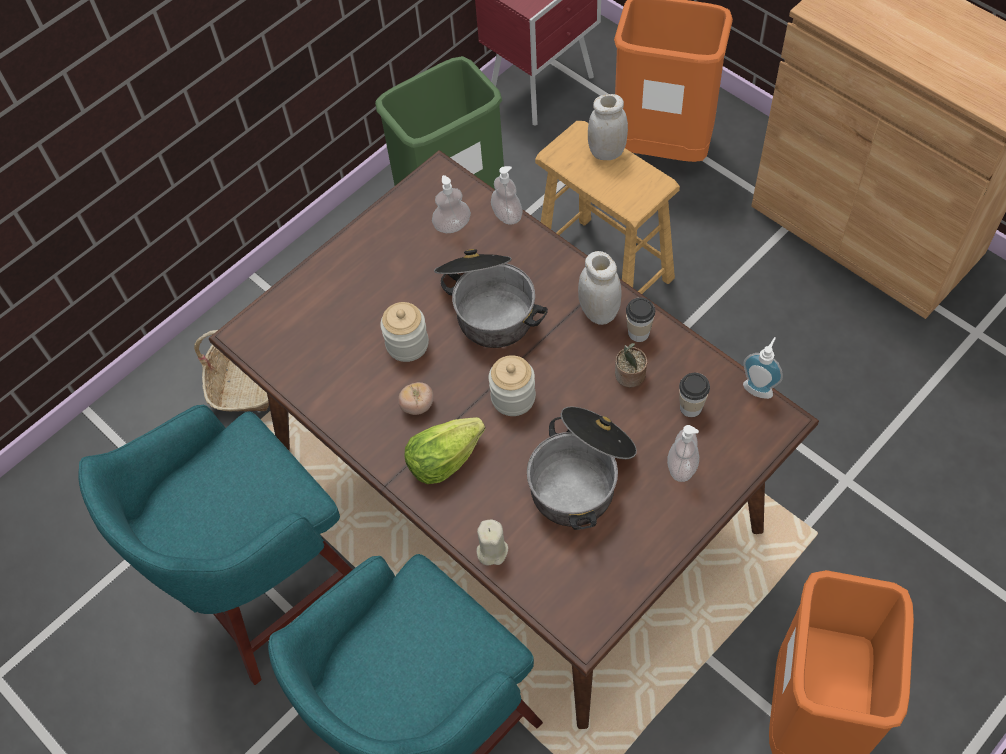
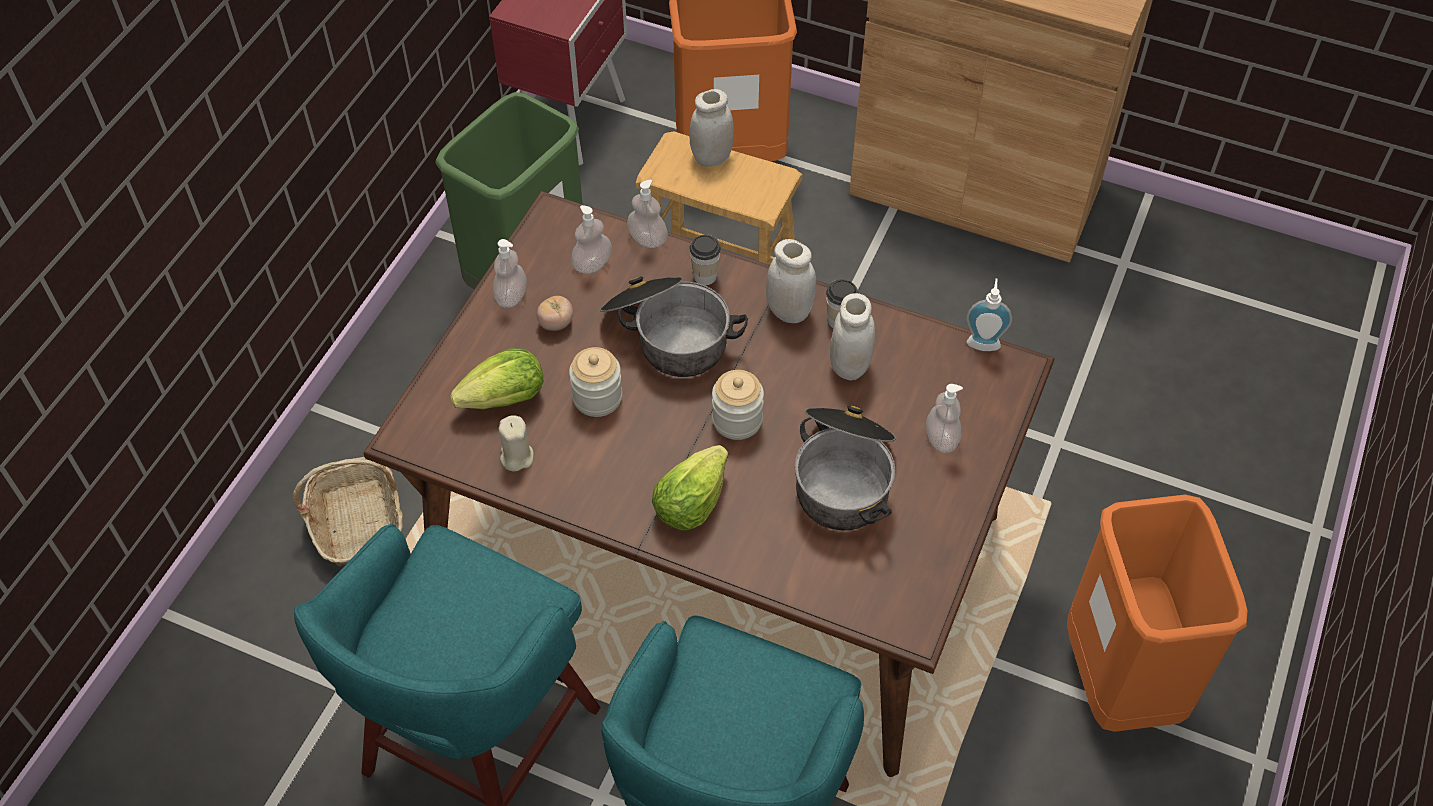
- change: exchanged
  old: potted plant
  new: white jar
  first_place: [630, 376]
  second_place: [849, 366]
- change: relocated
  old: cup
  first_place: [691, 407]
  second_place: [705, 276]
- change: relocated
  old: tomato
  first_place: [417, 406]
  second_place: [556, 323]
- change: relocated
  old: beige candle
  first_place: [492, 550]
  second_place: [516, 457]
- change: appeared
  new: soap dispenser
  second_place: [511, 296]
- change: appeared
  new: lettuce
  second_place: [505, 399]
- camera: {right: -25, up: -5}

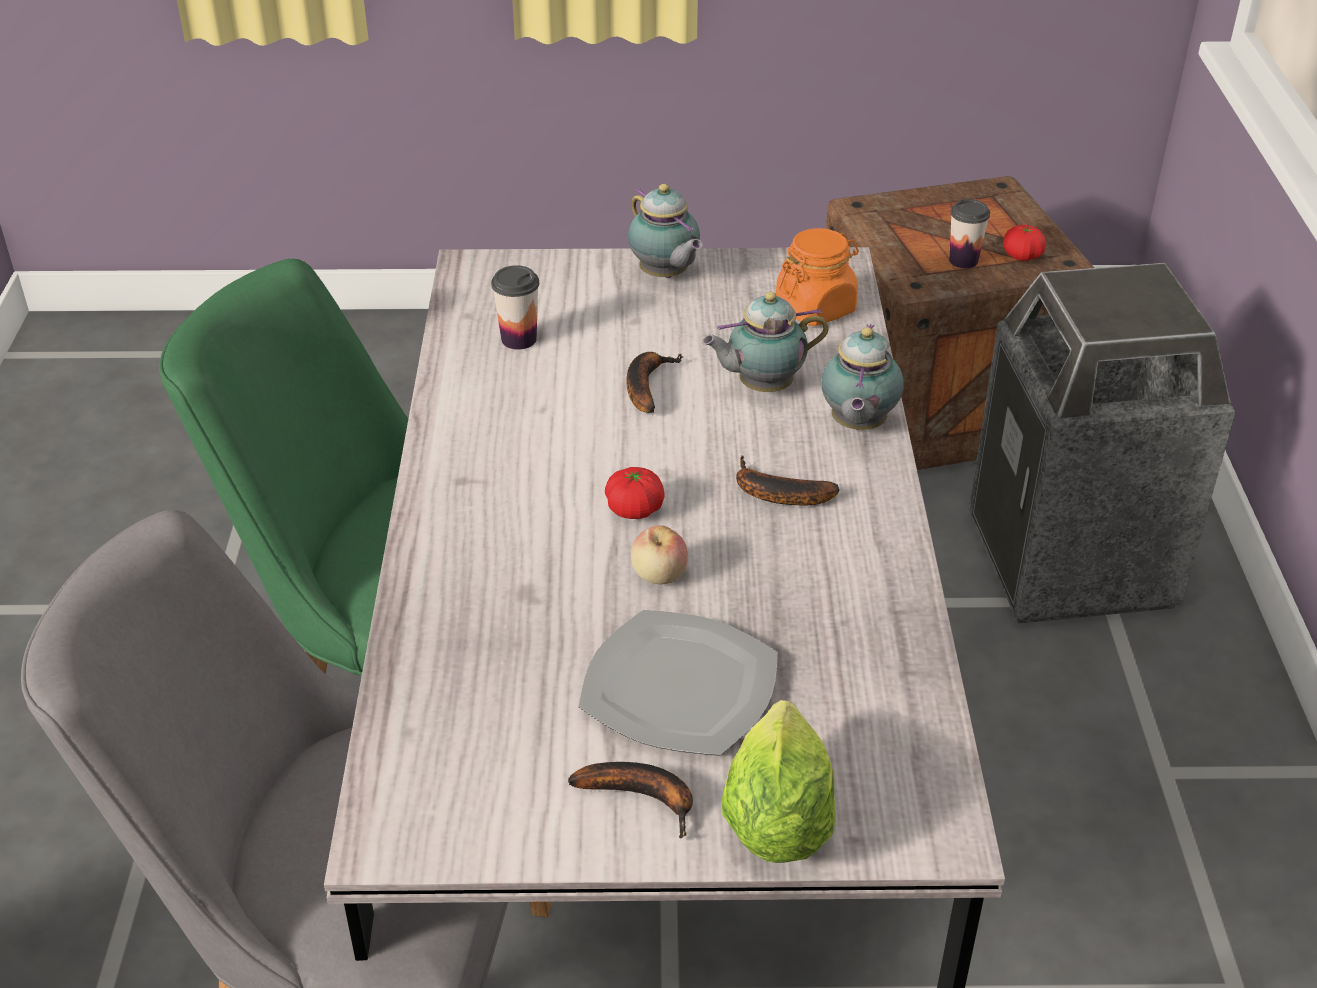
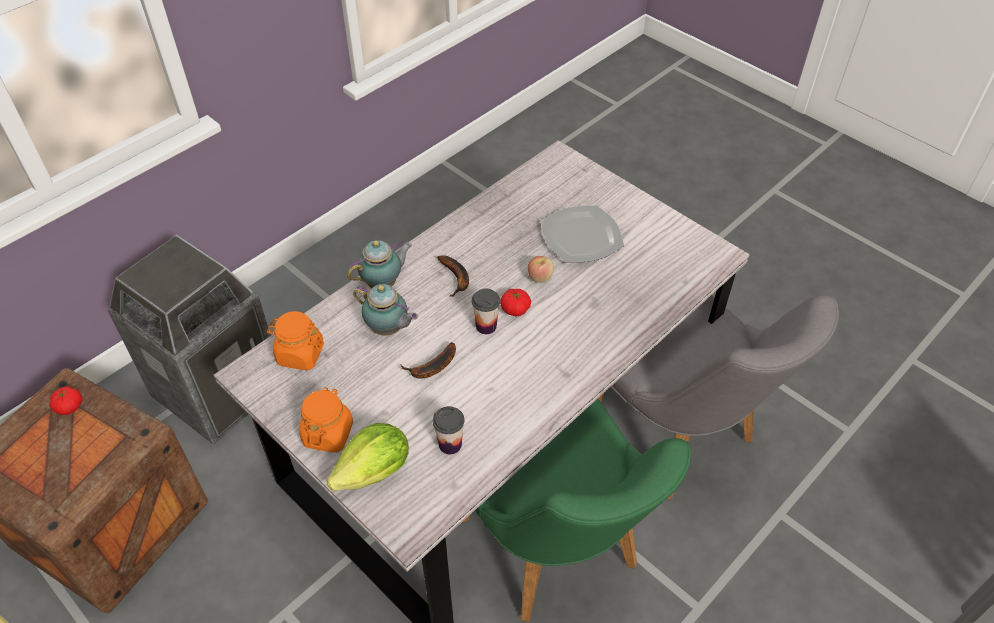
- change: exchanged
  old: teapot
  new: orange jar
  first_place: [665, 276]
  second_place: [328, 433]
- change: relocated
  old: cup
  first_place: [963, 260]
  second_place: [486, 326]
- change: relocated
  old: lettuce
  first_place: [776, 821]
  second_place: [375, 472]
- change: missing
  old: banana
  first_place: [644, 797]
- camera: {right: -135, up: 10}

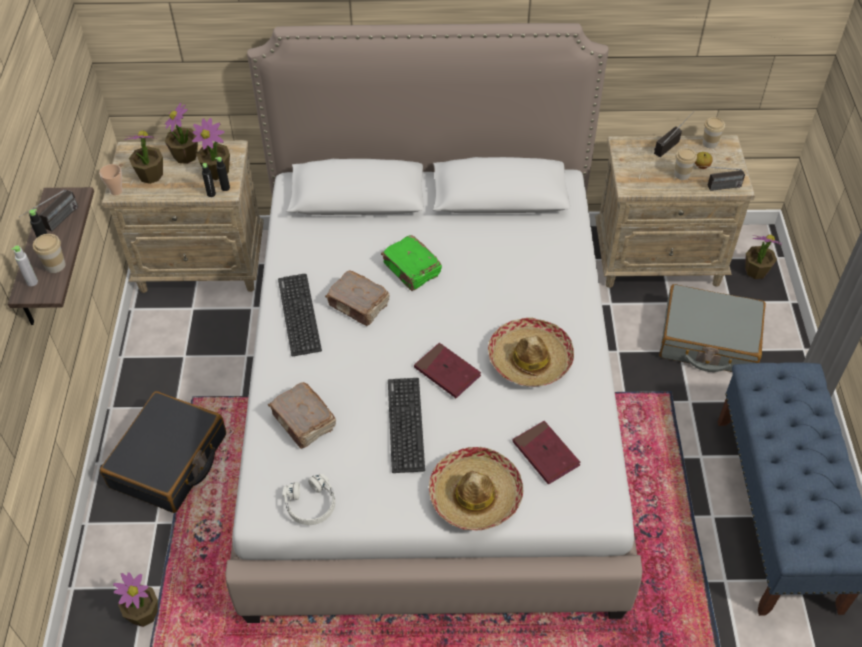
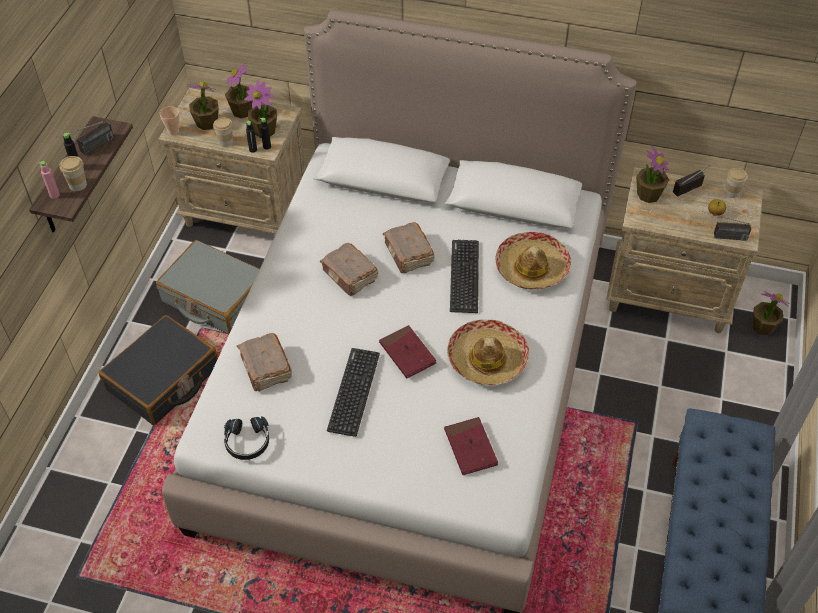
- change: relocated
  old: cup
  first_place: [682, 174]
  second_place: [225, 142]
- change: colour
  old: green book
  new: brown book
  first_place: [412, 270]
  second_place: [408, 254]
- change: colour
  old: grey bottle
  new: pink bottle
  first_place: [32, 282]
  second_place: [54, 195]
- change: relocated
  old: keyboard
  first_place: [299, 314]
  second_place: [464, 276]
- change: relocated
  old: grey suitcase
  first_place: [708, 340]
  second_place: [214, 297]
- change: relocated
  old: hat
  first_place: [475, 495]
  second_place: [531, 268]
- change: colour
  old: white headphones
  new: black headphones
  first_place: [311, 505]
  second_place: [247, 442]
- change: relocated
  old: potted plant
  first_place: [143, 613]
  second_place: [648, 194]
- camera: {right: 15, up: 0}

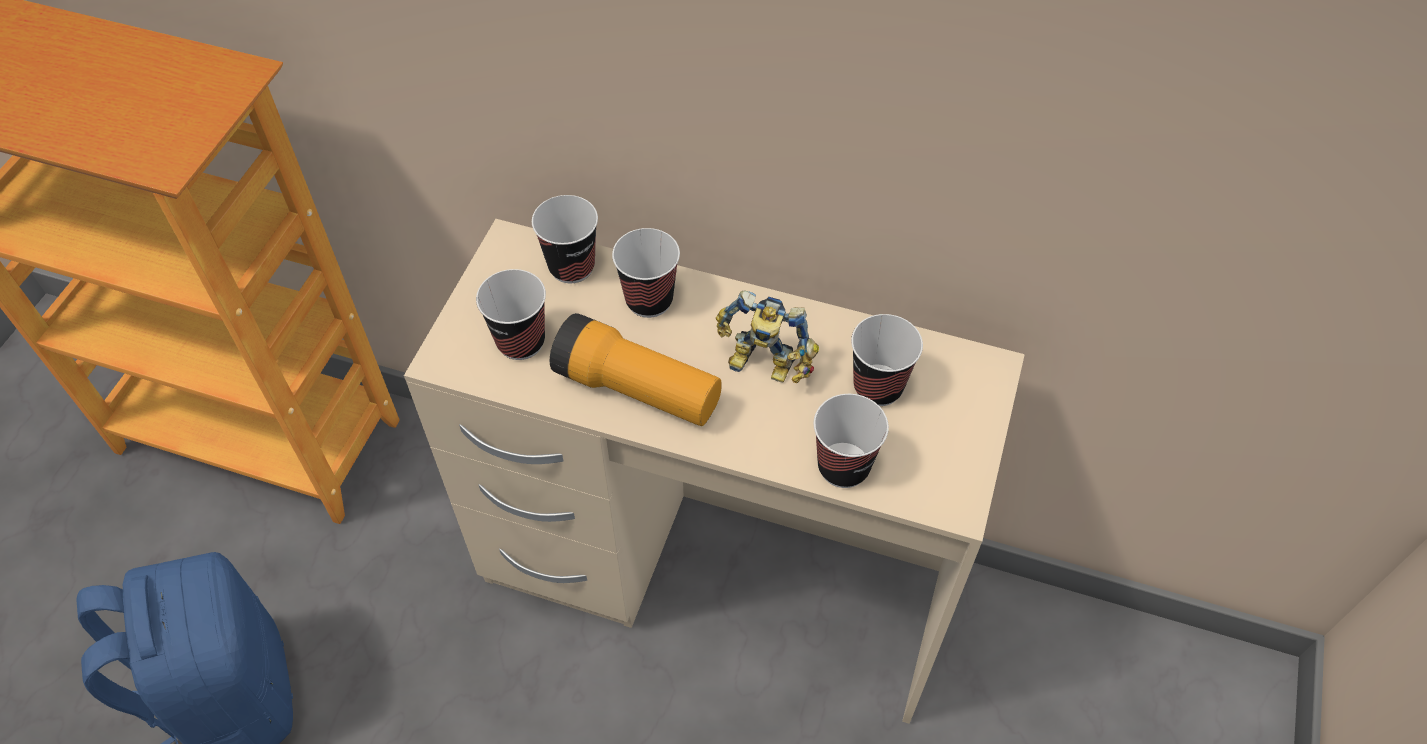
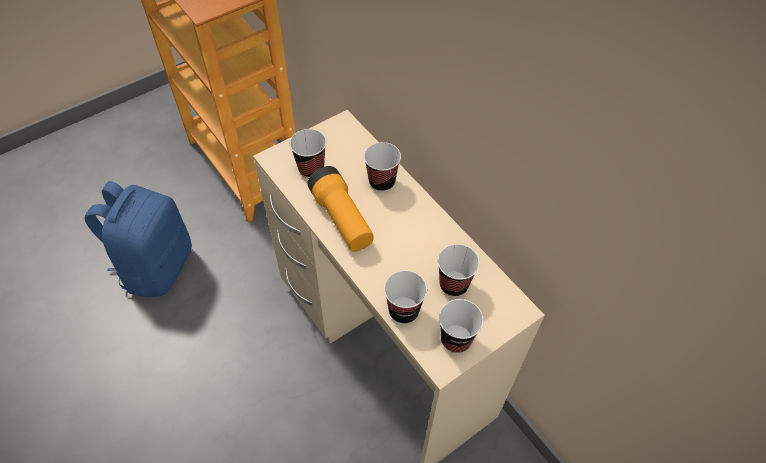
- change: relocated
  old: cup
  first_place: [571, 266]
  second_place: [456, 340]
- change: missing
  old: toy robot
  first_place: [762, 367]
- camera: {right: 35, up: 0}

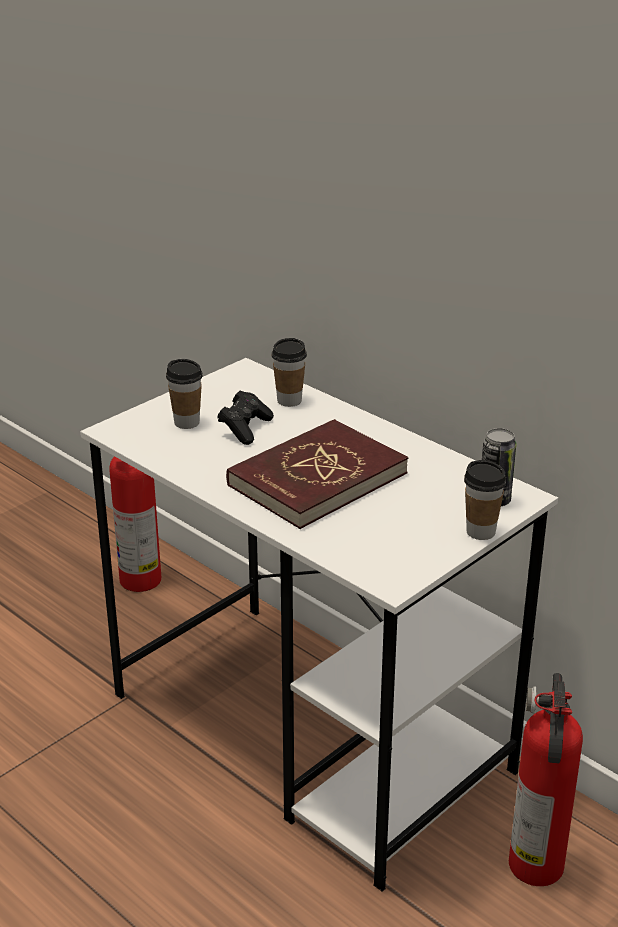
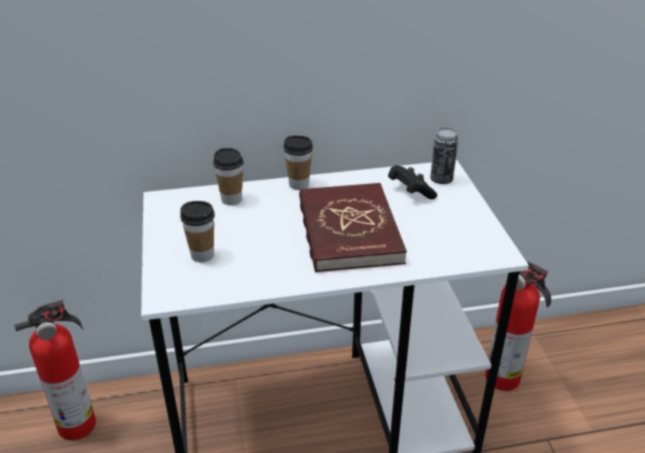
- change: relocated
  old: black game controller
  first_place: [245, 429]
  second_place: [410, 191]
- change: relocated
  old: cup
  first_place: [480, 532]
  second_place: [299, 184]
- camera: {right: -55, up: 5}

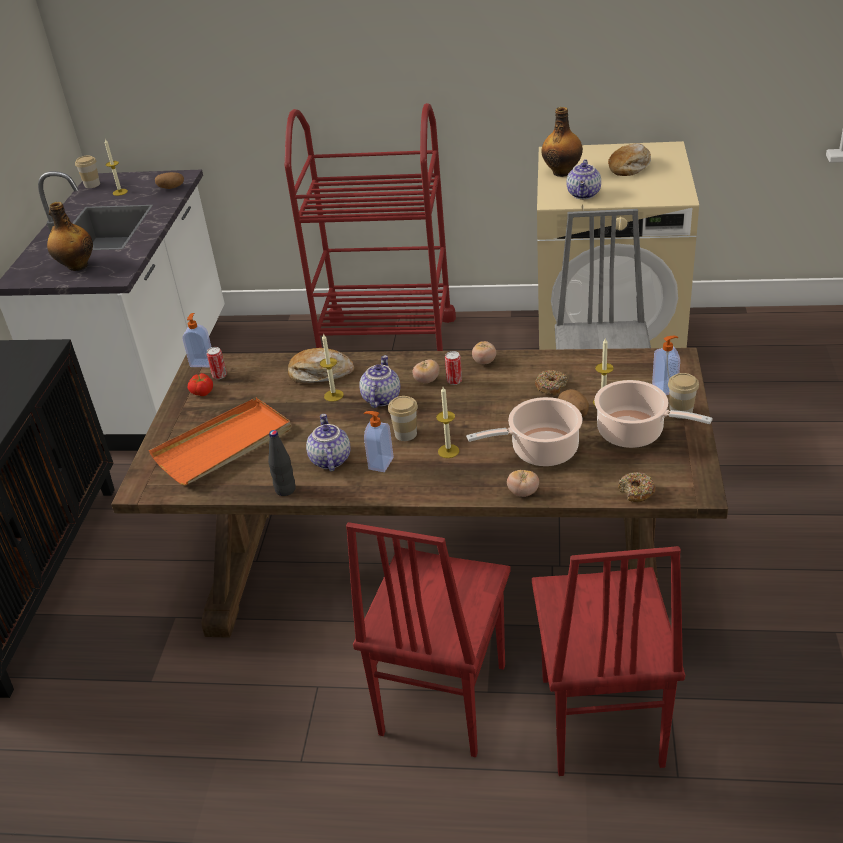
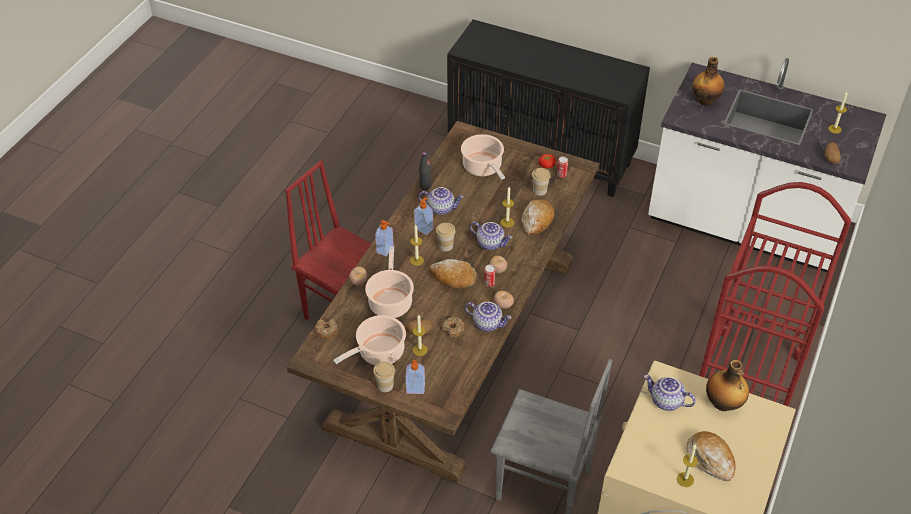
- change: relocated
  old: cup
  first_place: [92, 184]
  second_place: [539, 190]
- change: relocated
  old: soap dispenser
  first_place: [202, 362]
  second_place: [385, 250]
- change: exchanged
  old: orange tray
  new: cooking pot
  first_place: [224, 445]
  second_place: [483, 167]
- change: missing
  old: red chair
  first_place: [598, 722]
- change: appeared
  new: bread
  second_place: [453, 277]
- change: appeared
  new: teapot
  second_place: [488, 323]
- change: appeared
  new: candle
  second_place: [685, 479]
- camera: {right: 105, up: 10}

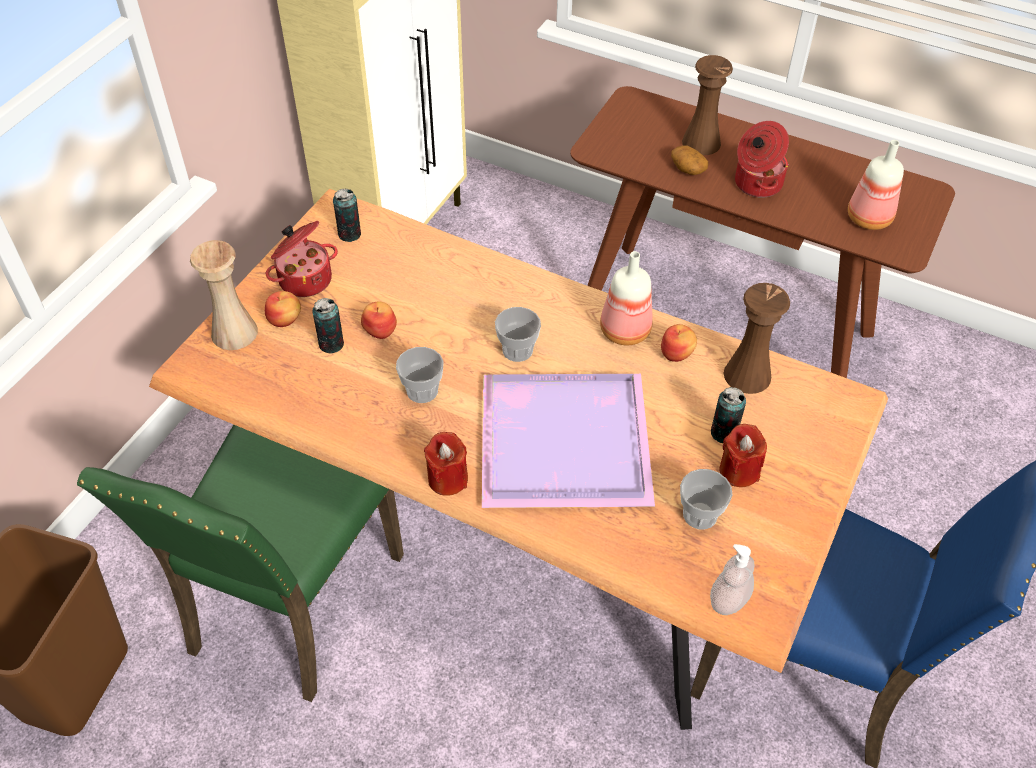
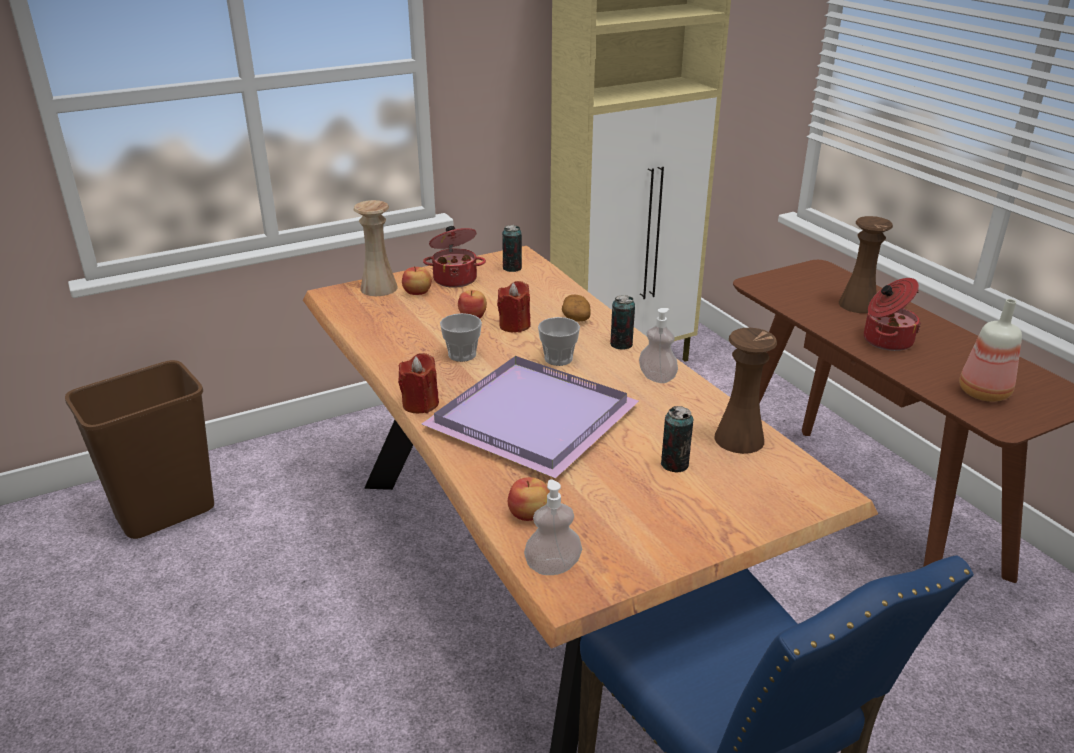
- change: relocated
  old: potato
  first_place: [687, 169]
  second_place: [575, 317]
- change: exchanged
  old: bottle
  new: soap dispenser
  first_place: [623, 331]
  second_place: [657, 377]
- change: relocated
  old: can
  first_place: [331, 344]
  second_place: [621, 344]
- change: relocated
  old: apple
  first_place: [677, 353]
  second_place: [530, 514]
- change: relocated
  old: red candle
  first_place: [739, 471]
  second_place: [514, 325]
- change: missing
  old: green chair
  first_place: [290, 605]
- change: missing
  old: cup
  first_place: [700, 515]
- camera: {right: 35, up: -20}

